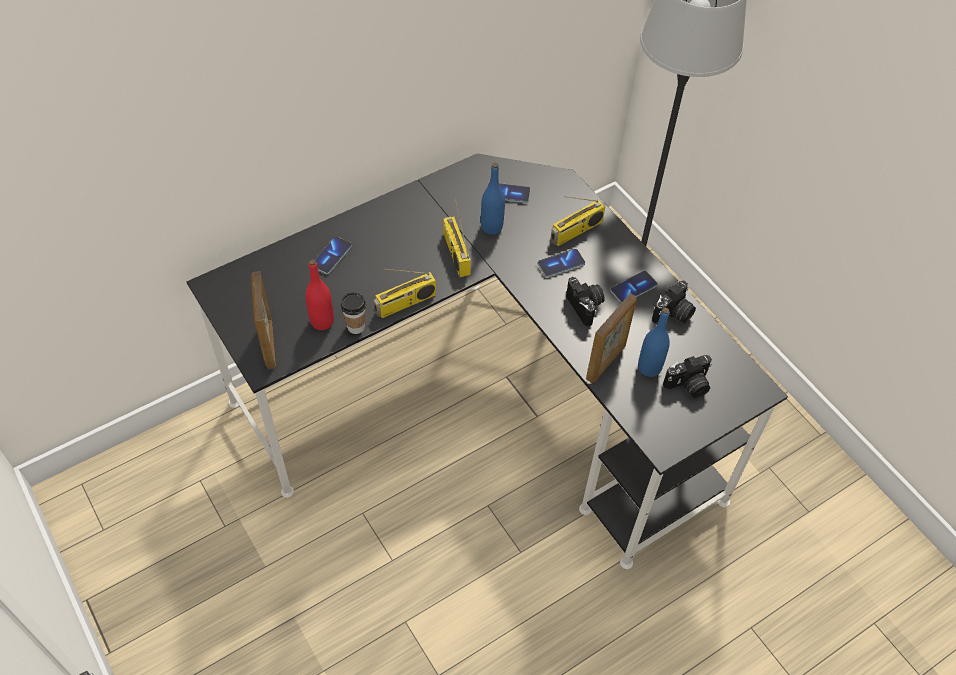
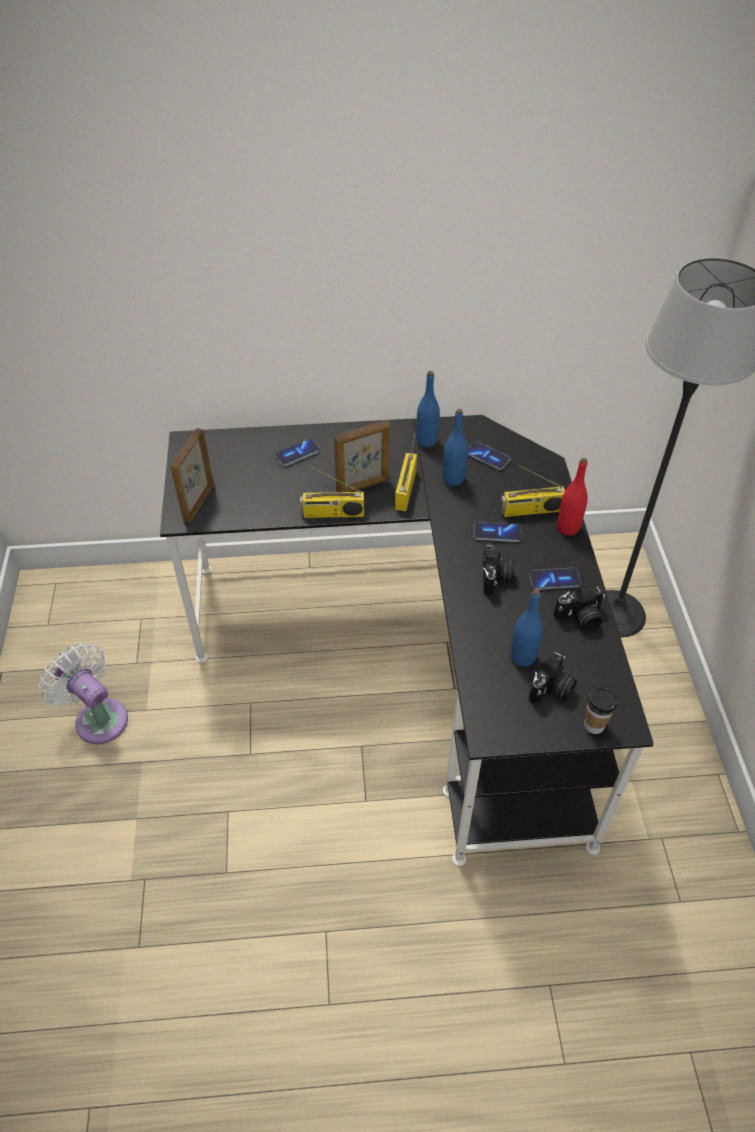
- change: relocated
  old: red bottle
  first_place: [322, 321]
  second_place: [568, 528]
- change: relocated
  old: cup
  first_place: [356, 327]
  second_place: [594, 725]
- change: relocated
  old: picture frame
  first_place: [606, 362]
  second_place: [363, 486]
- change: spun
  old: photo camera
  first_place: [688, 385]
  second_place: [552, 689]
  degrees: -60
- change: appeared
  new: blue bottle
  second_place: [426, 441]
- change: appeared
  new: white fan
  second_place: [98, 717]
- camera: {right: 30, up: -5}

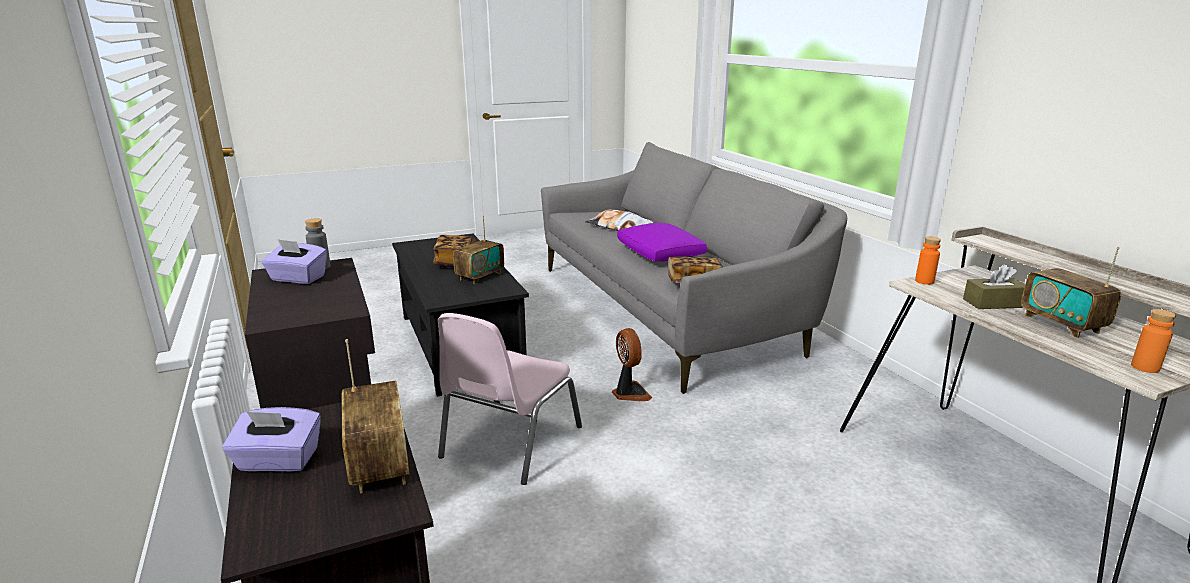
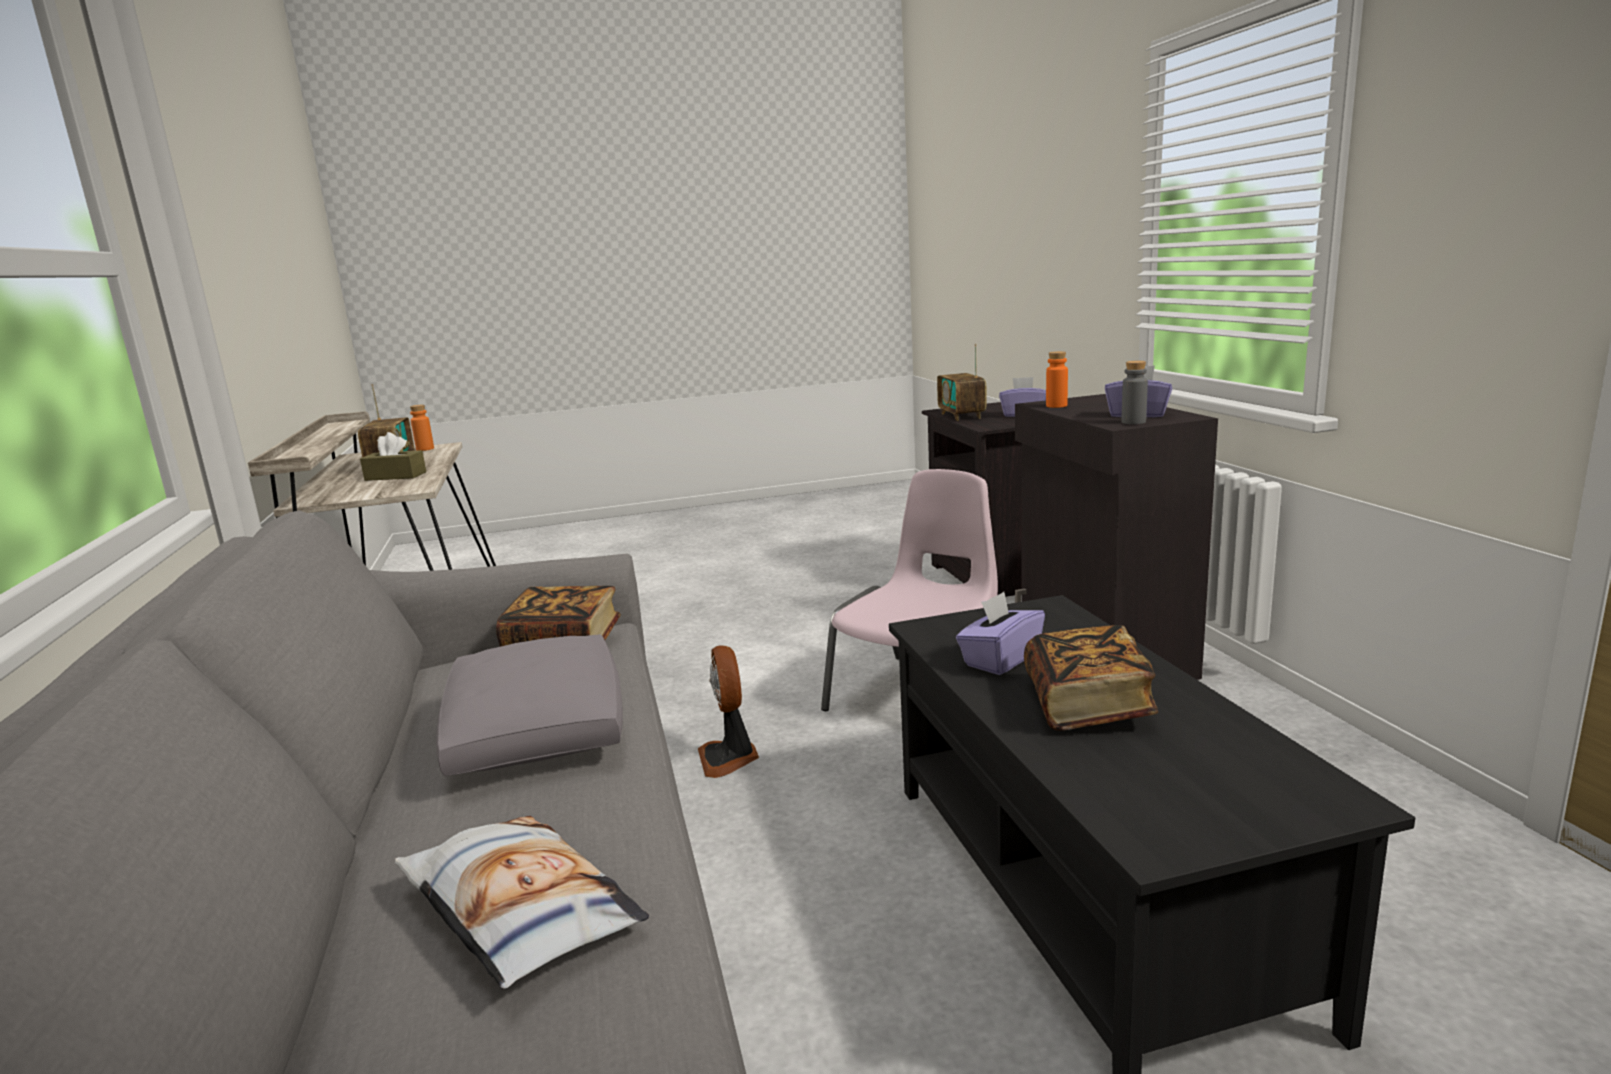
- change: exchanged
  old: radio
  new: purple tissue box
  first_place: [480, 276]
  second_place: [1000, 659]
- change: colour
  old: purple pillow
  new: grey pillow
  first_place: [660, 254]
  second_place: [537, 729]
- change: relocated
  old: orange bottle
  first_place: [924, 281]
  second_place: [1056, 406]
- camera: {right: -170, up: -5}

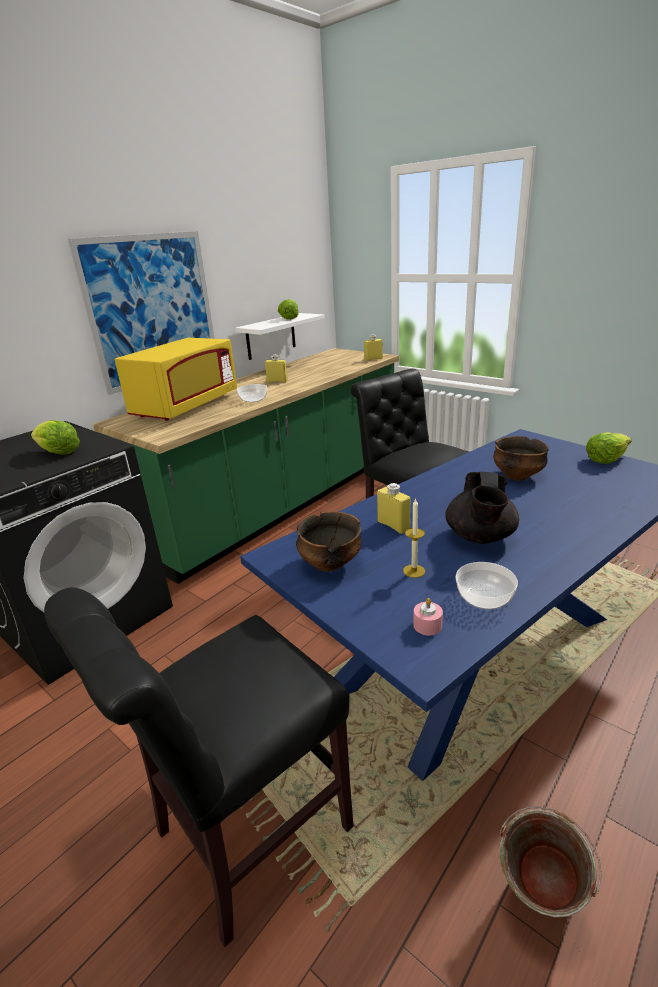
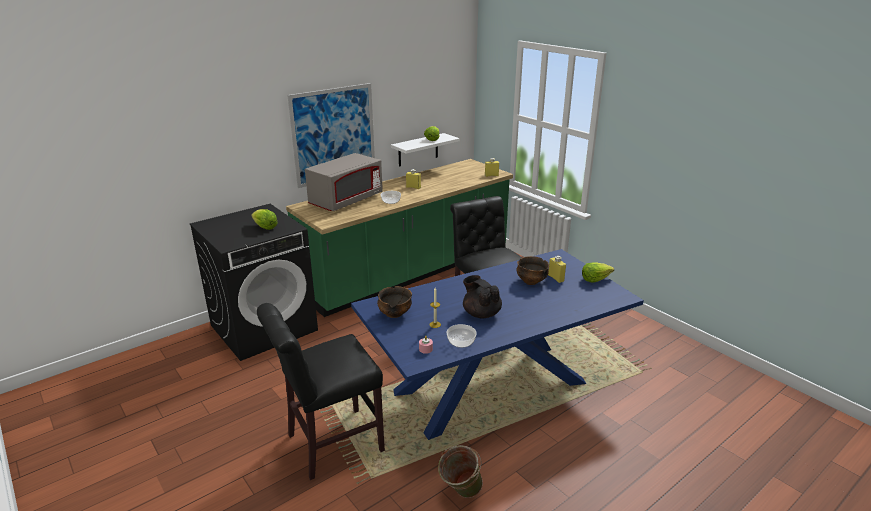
- change: colour
  old: yellow microwave
  new: grey microwave
  first_place: [186, 406]
  second_place: [346, 200]
- change: spun
  old: black teapot
  first_place: [480, 537]
  second_place: [481, 313]
  degrees: 120
- change: relocated
  old: yellow bottle
  first_place: [393, 525]
  second_place: [556, 278]
- camera: {right: 10, up: 0}

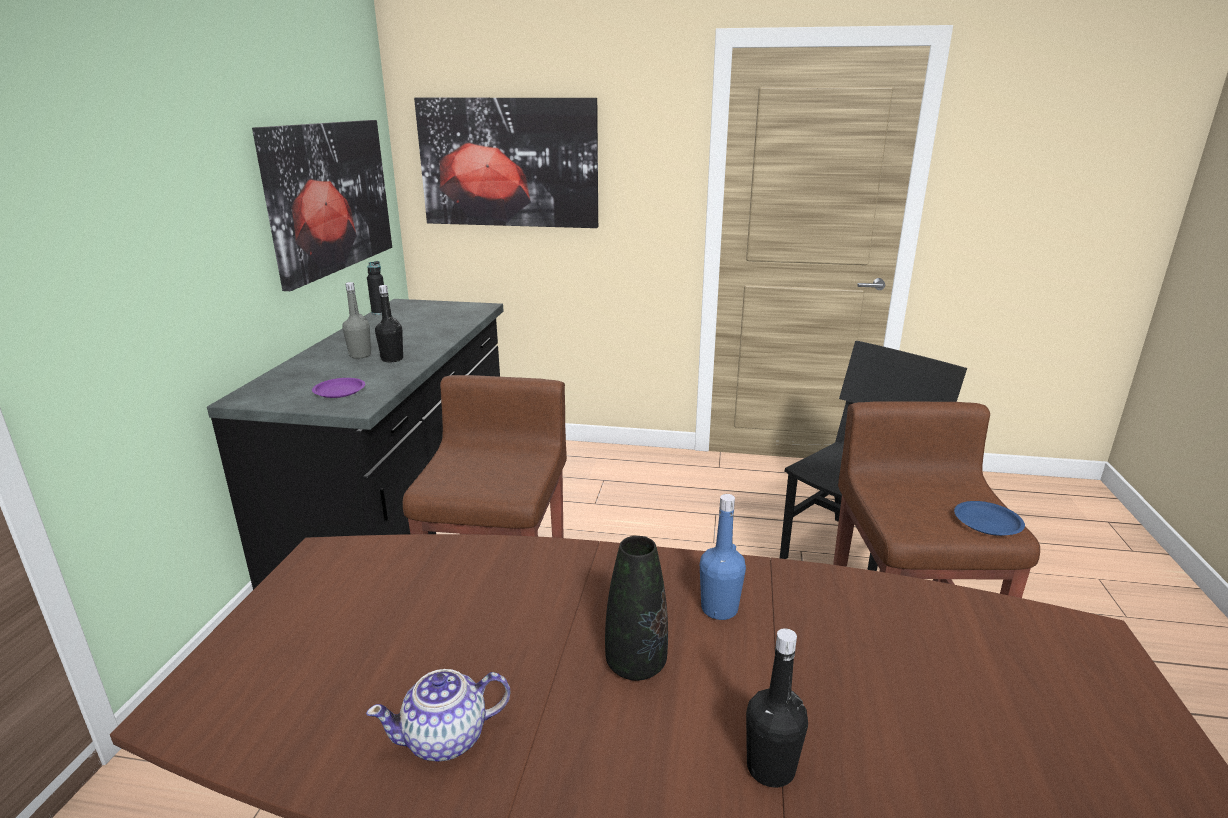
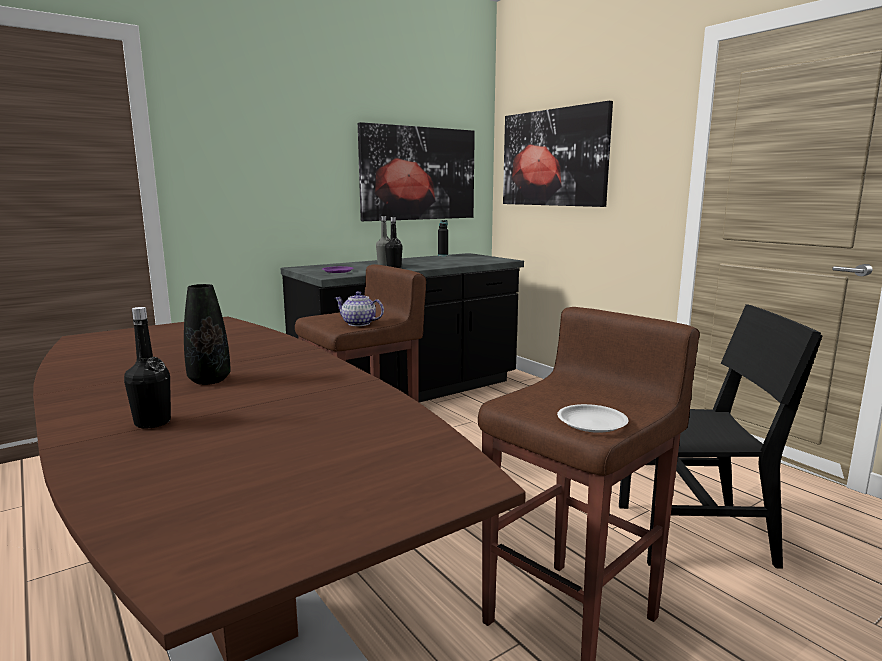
- change: missing
  old: blue bottle
  first_place: [719, 609]
- change: colour
  old: blue plate
  new: white plate
  first_place: [987, 522]
  second_place: [592, 422]
- change: relocated
  old: teapot
  first_place: [447, 738]
  second_place: [359, 324]
- camera: {right: 45, up: -10}

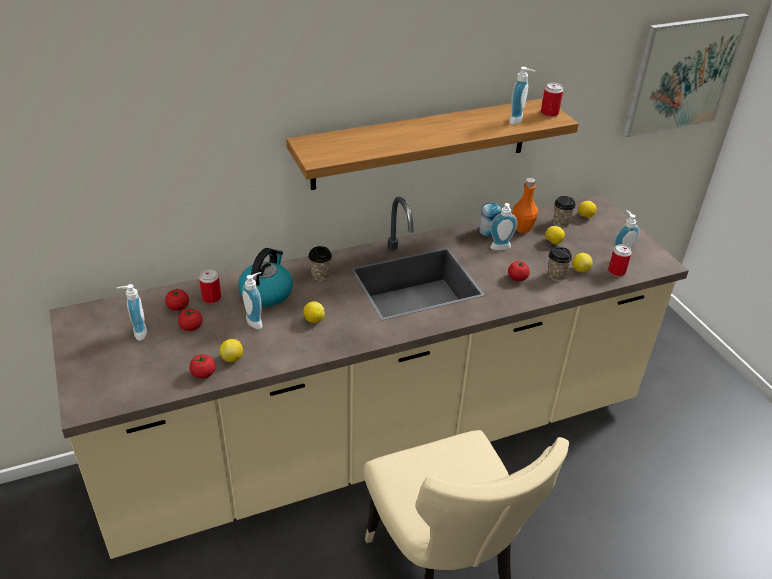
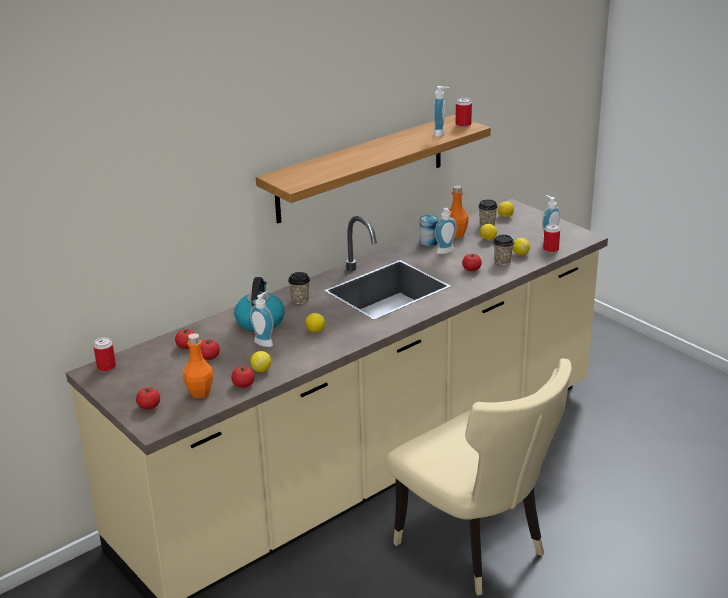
- change: missing
  old: picture
  first_place: [682, 75]
- change: relocated
  old: can
  first_place: [211, 298]
  second_place: [106, 367]
- change: missing
  old: soap dispenser
  first_place: [137, 333]
- change: appeared
  new: orange bottle
  second_place: [200, 393]
- change: appeared
  new: tomato
  second_place: [149, 406]
- camera: {right: -15, up: -10}

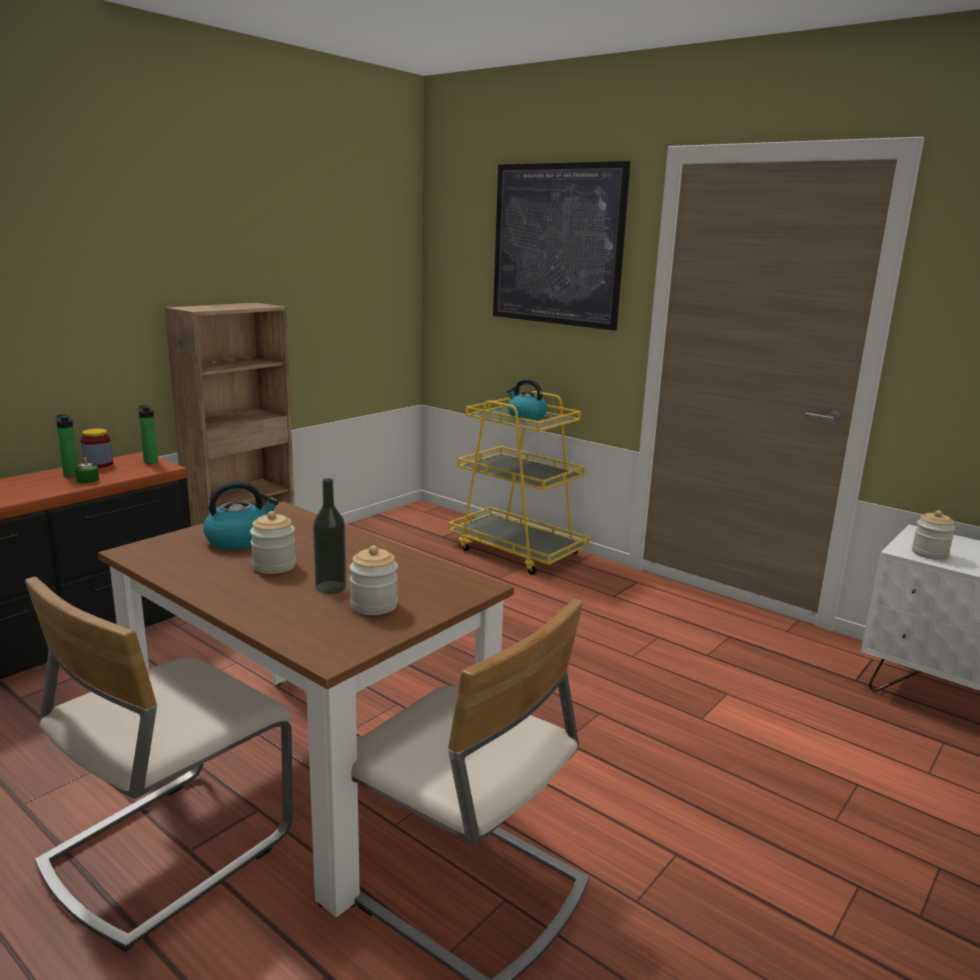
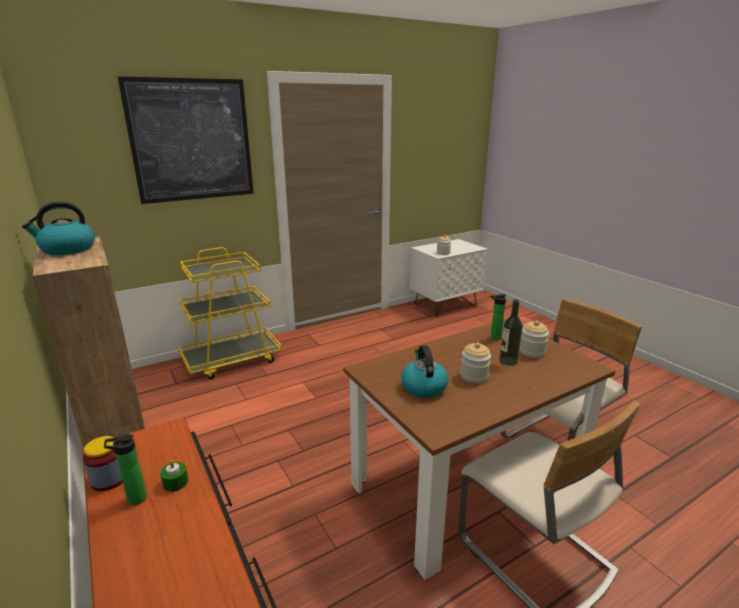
- change: relocated
  old: kettle
  first_place: [526, 416]
  second_place: [67, 250]
- change: relocated
  old: bottle
  first_place: [150, 461]
  second_place: [494, 337]
- camera: {right: -70, up: 5}

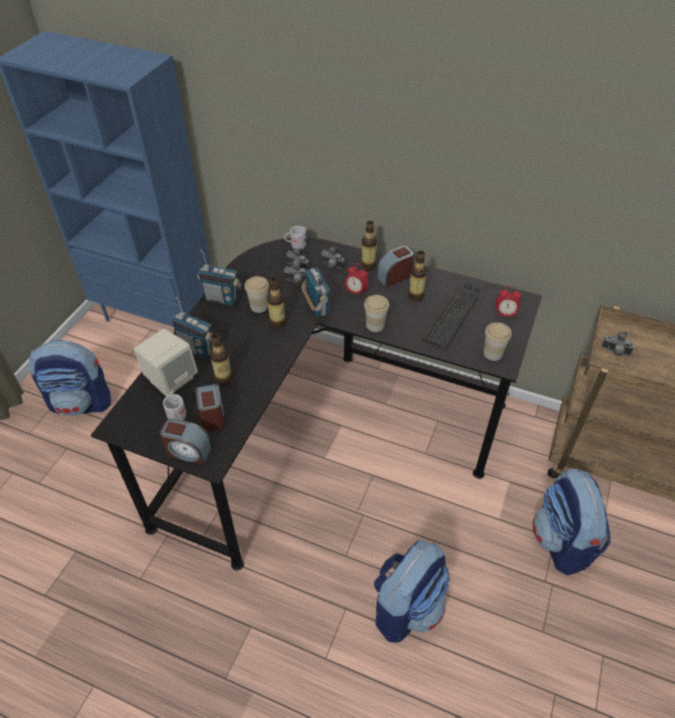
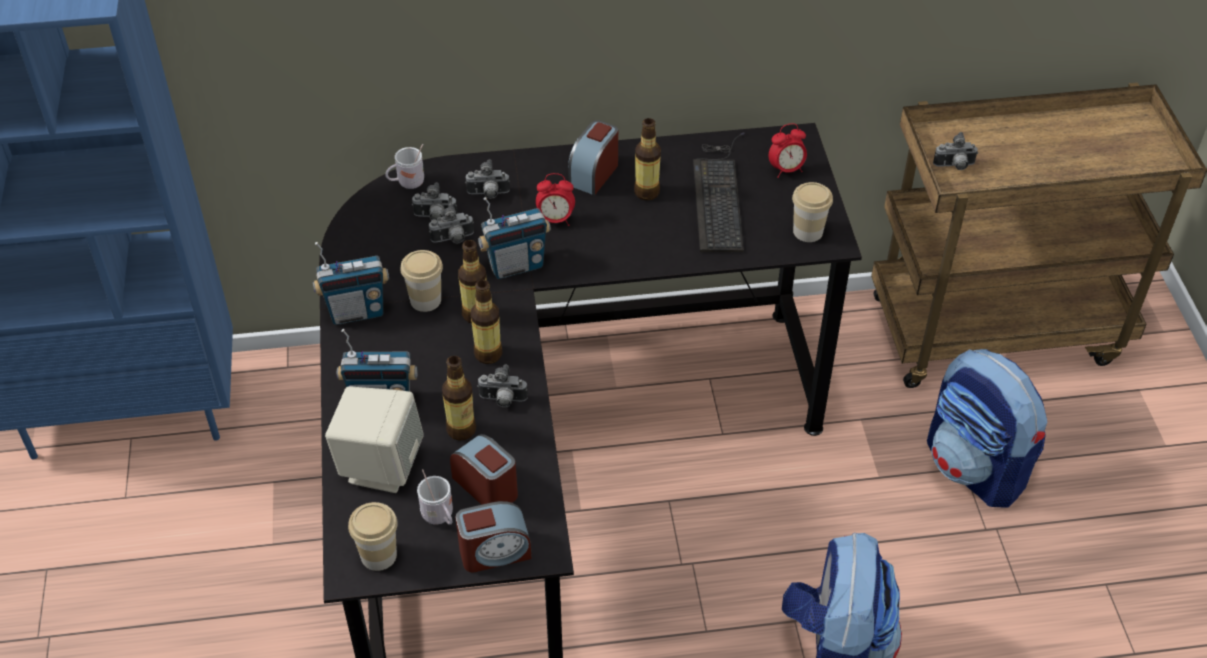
- change: relocated
  old: bottle
  first_place: [368, 266]
  second_place: [488, 354]
- change: spun
  old: radio
  first_place: [317, 307]
  second_place: [516, 266]
  degrees: 120
- change: relocated
  old: cup
  first_place: [375, 325]
  second_place: [378, 555]
- change: missing
  old: backpack
  first_place: [82, 402]
- change: appeared
  new: photo camera
  second_place: [502, 400]
- camera: {right: -30, up: 0}

